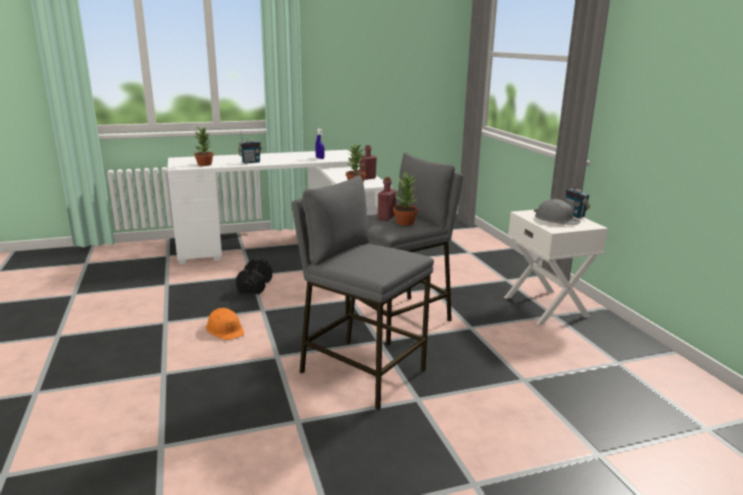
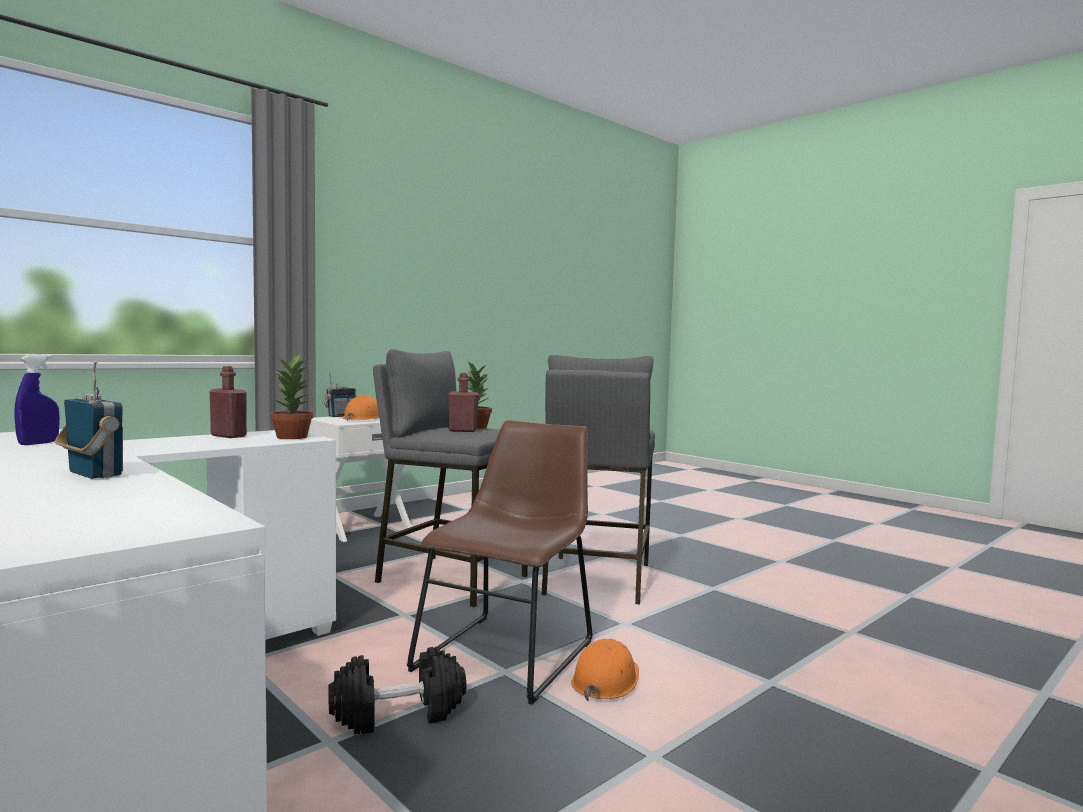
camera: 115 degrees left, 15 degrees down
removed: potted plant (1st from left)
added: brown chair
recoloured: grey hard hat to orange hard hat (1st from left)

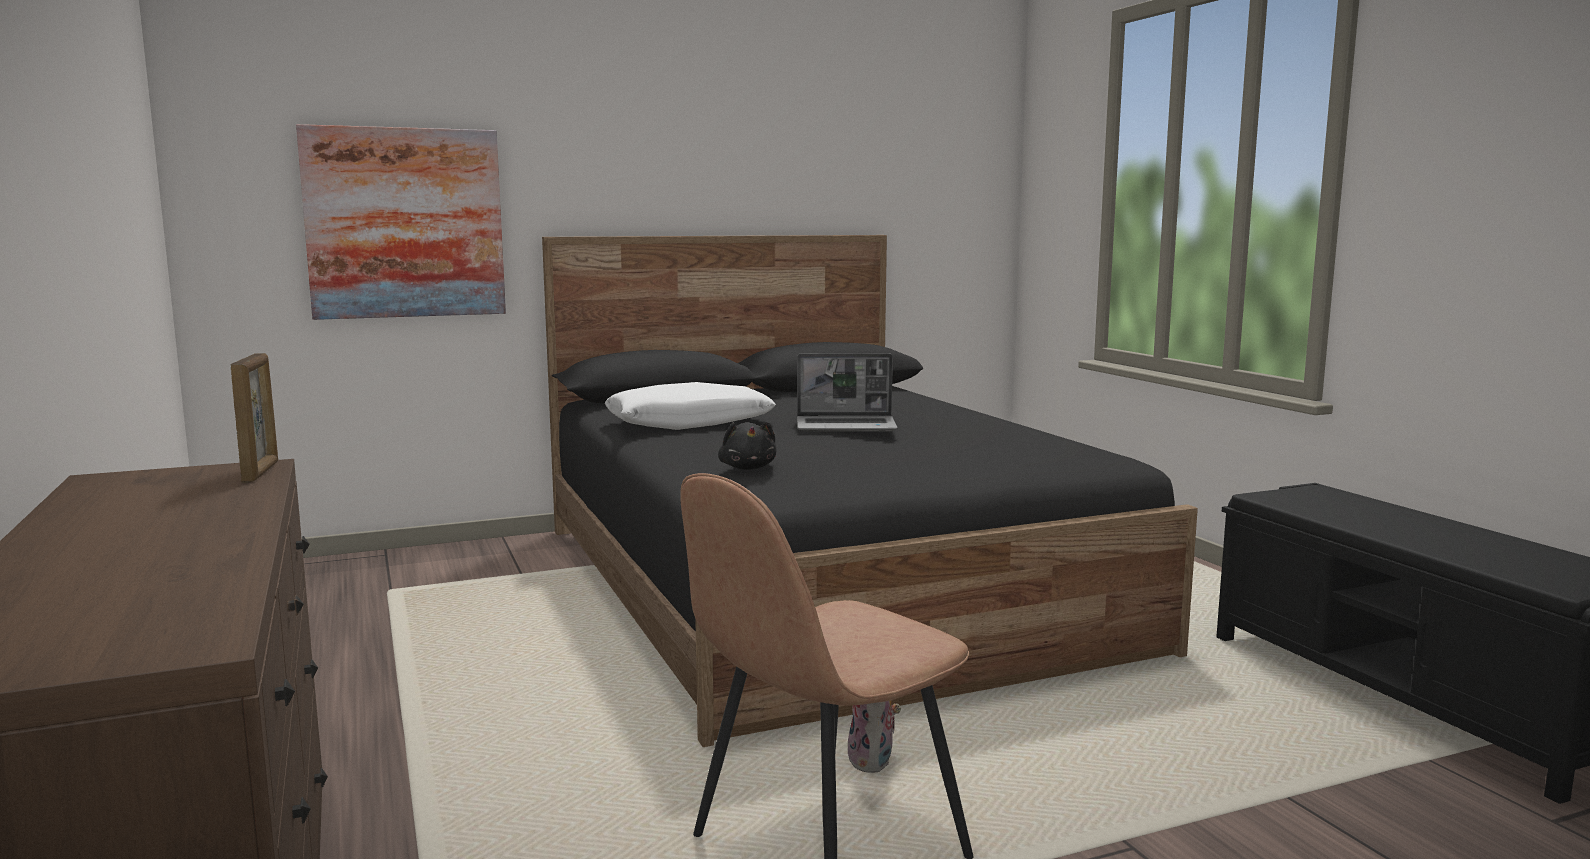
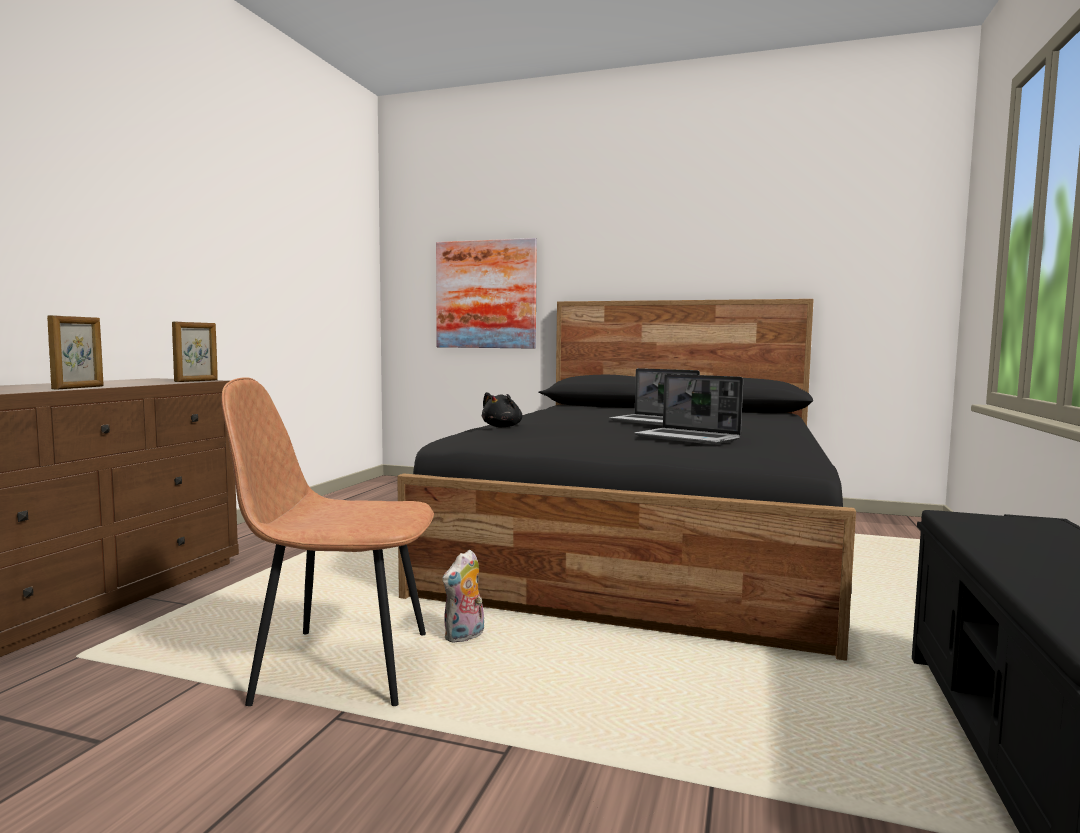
camera: 40 degrees right, 5 degrees down
removed: white pillow
added: picture frame (1st from left); laptop (2nd from left)

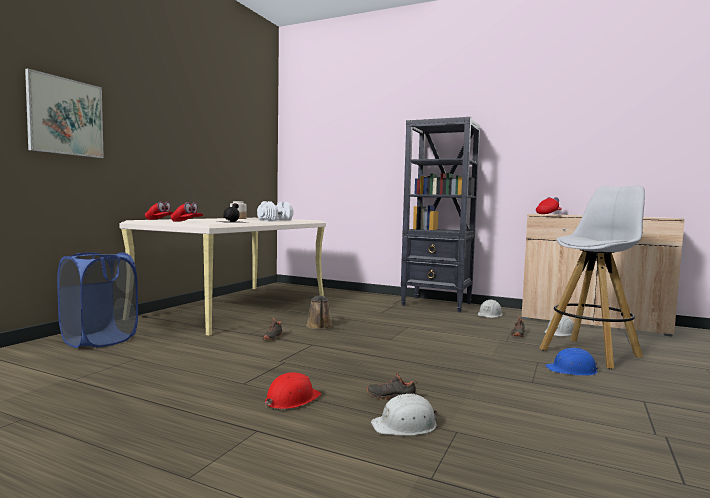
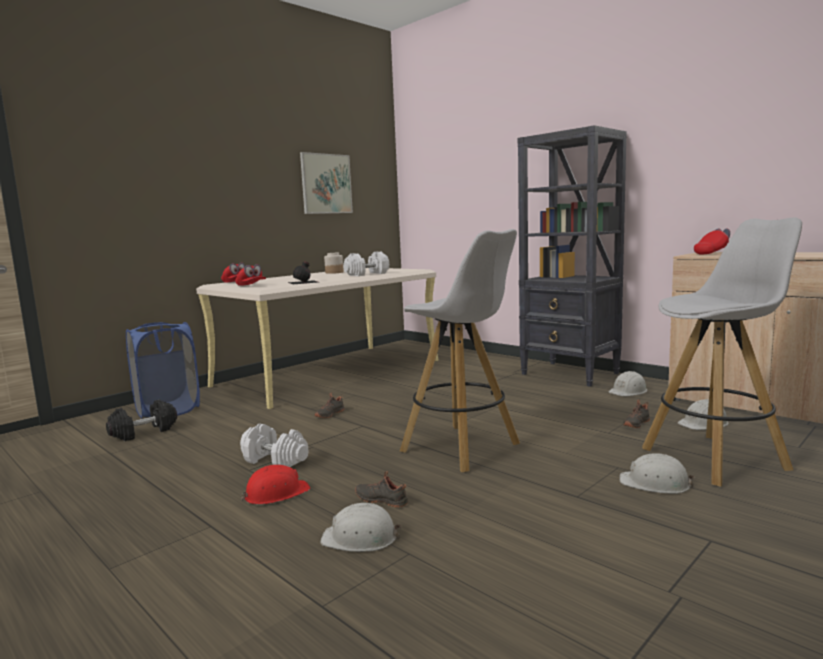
camera: 20 degrees right, 5 degrees up
removed: brown watering can
added: black dumbbell; white dumbbell (1st from left); white stool (1st from left)
moved: picture
recoloured: blue hard hat to white hard hat (3rd from left)

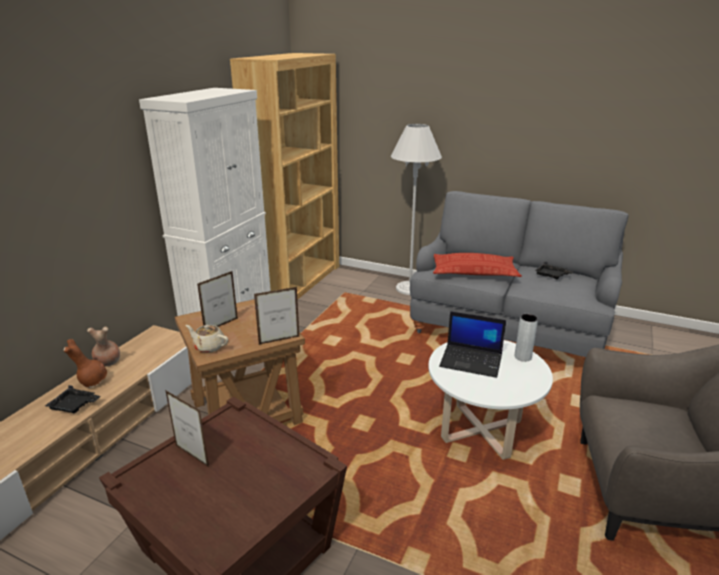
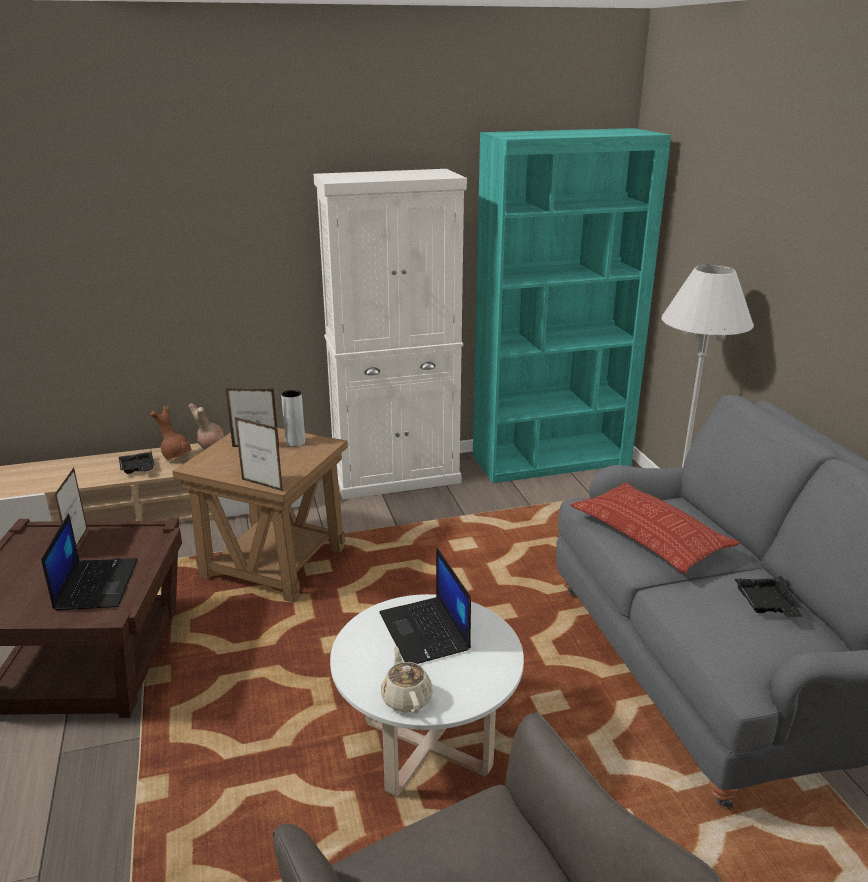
camera: 50 degrees right, 0 degrees up
added: laptop (1st from left)
moved: grey vase; beige teapot
recoloured: brown bookcase to turquoise bookcase

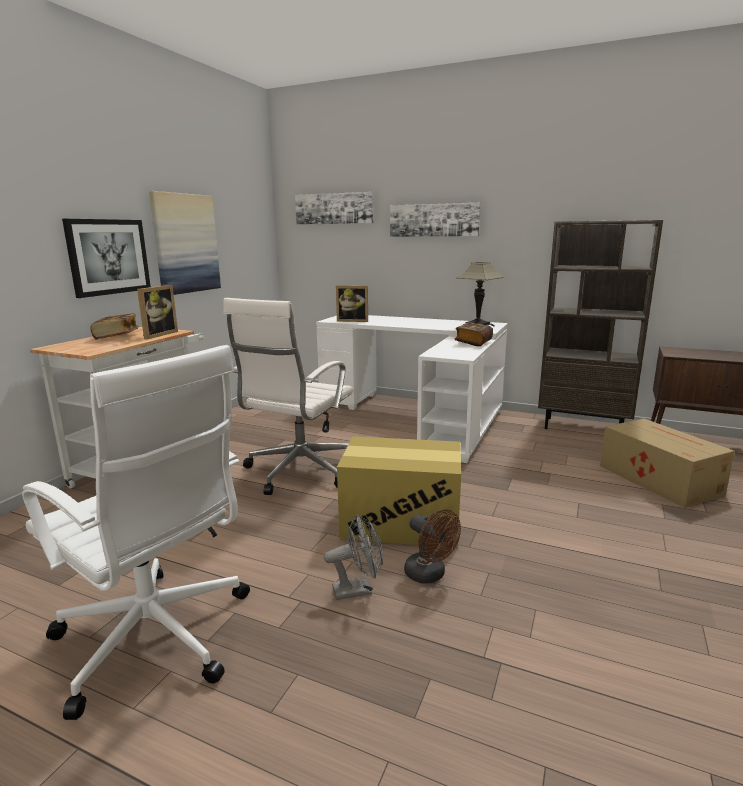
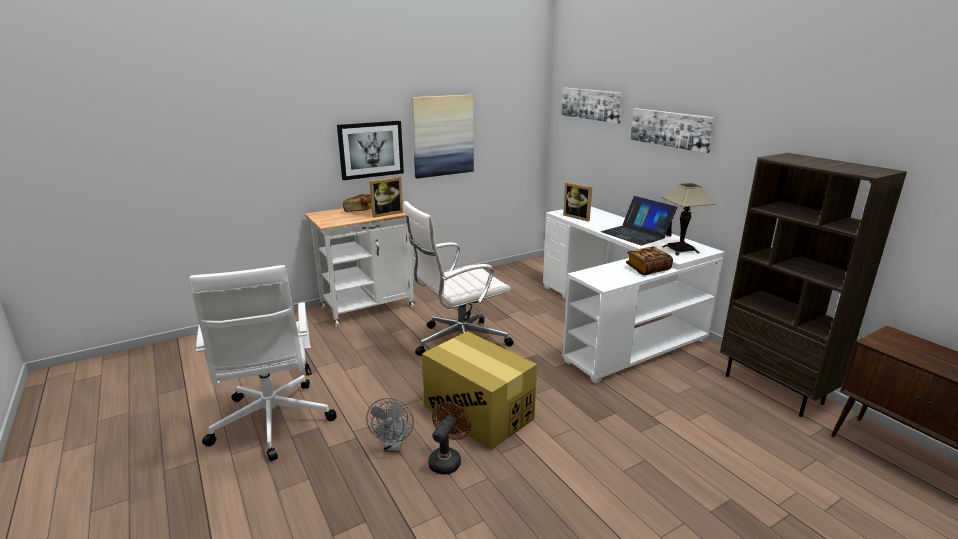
camera: 35 degrees right, 5 degrees up
removed: cardboard box (2nd from left)
added: laptop
turned: grey fan 75 degrees clockwise; brown fan 150 degrees counterclockwise

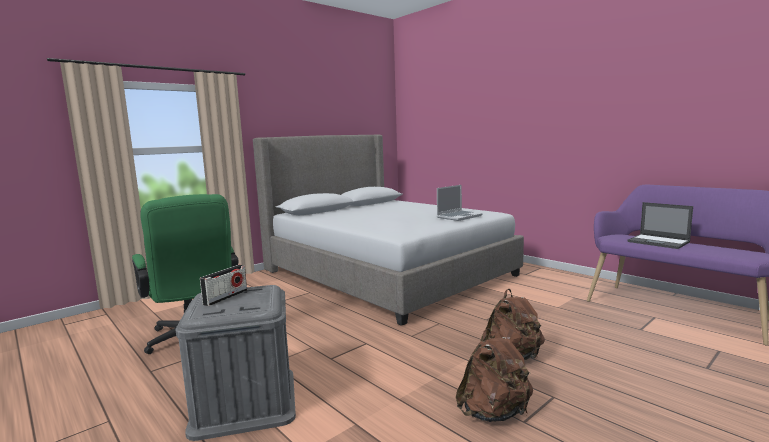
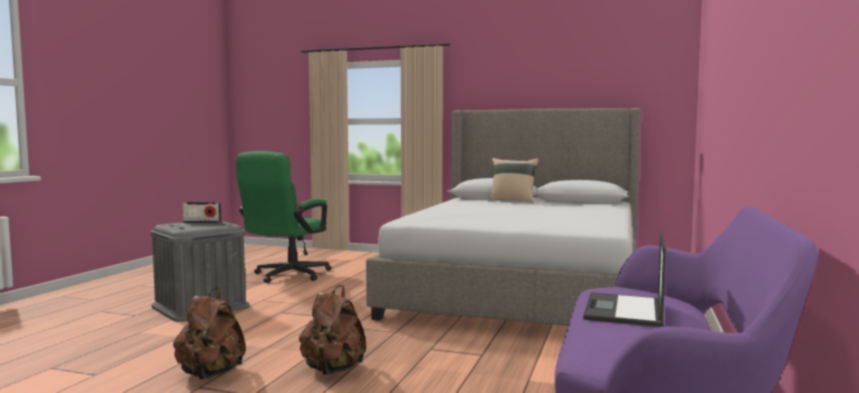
camera: 60 degrees right, 5 degrees down
removed: laptop (1st from left)
added: beige pillow

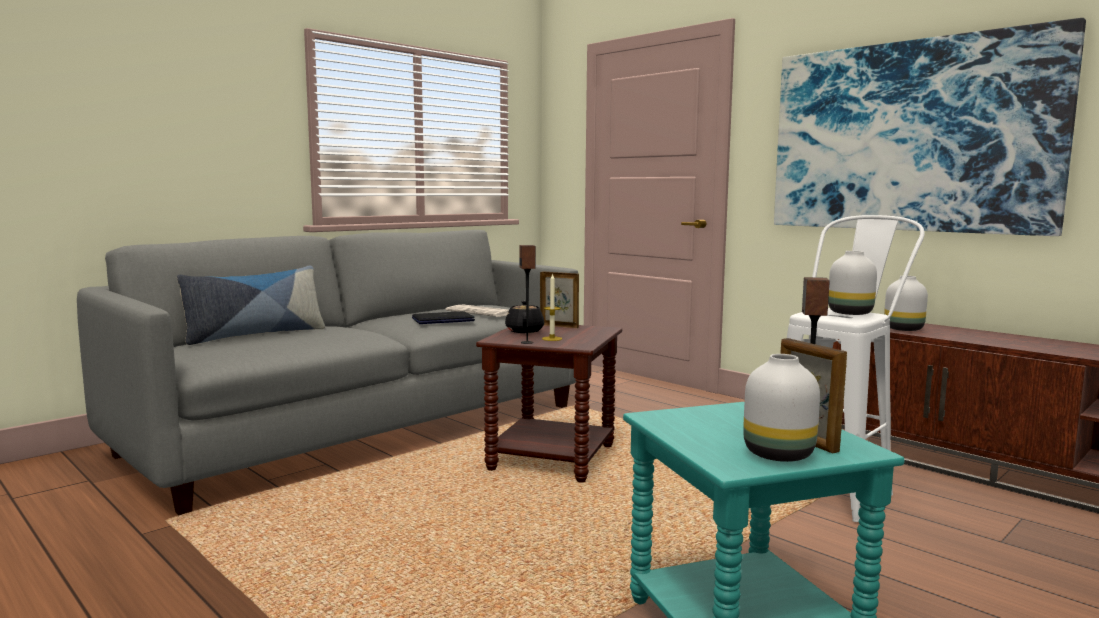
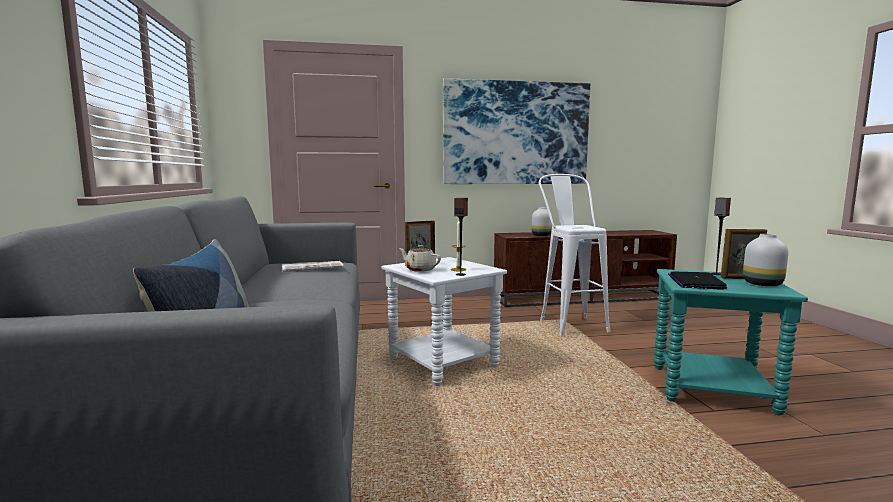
camera: 55 degrees left, 0 degrees up
removed: white vase (2nd from left)
moved: laptop
recoloured: brown side table to white side table; black teapot to beige teapot

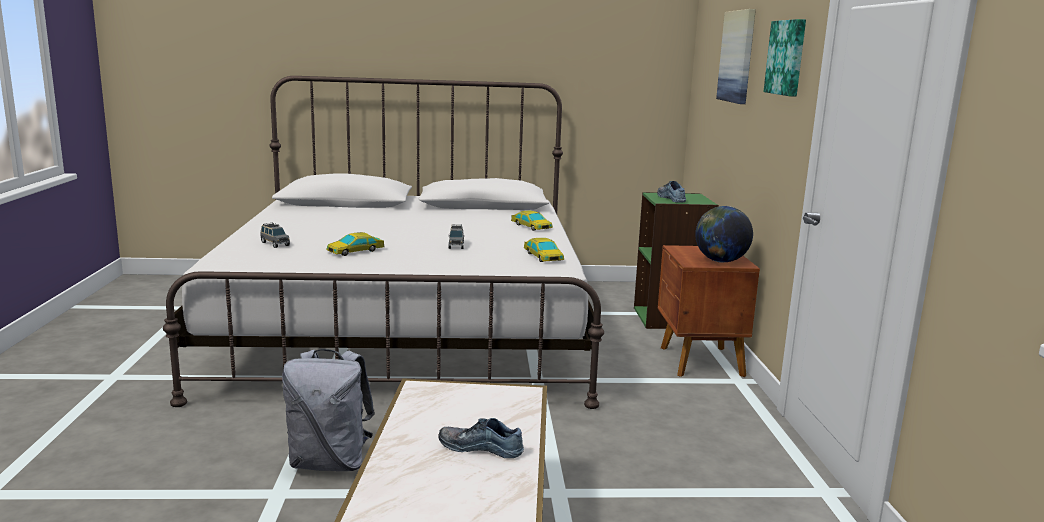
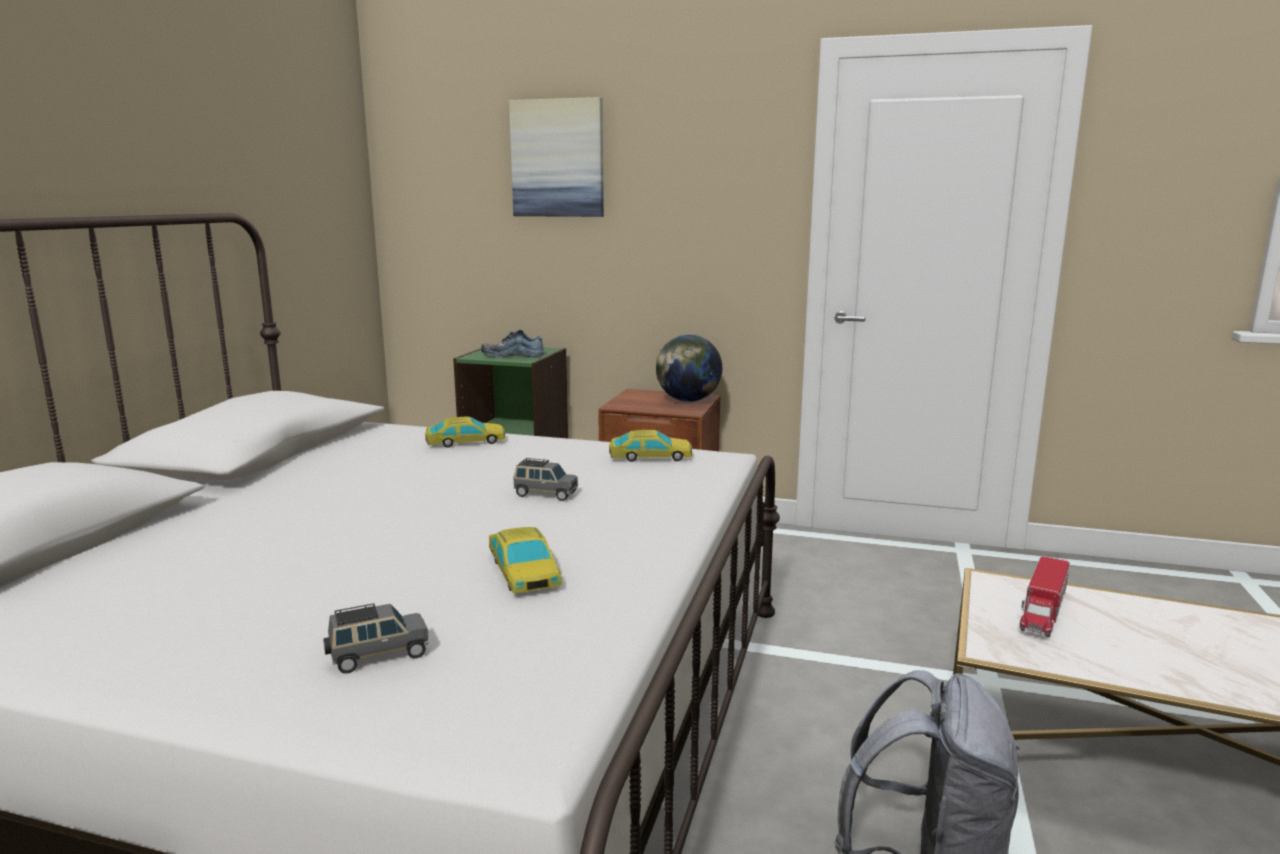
camera: 70 degrees left, 0 degrees up
removed: shoe (1st from left); picture (2nd from left)
added: toy truck

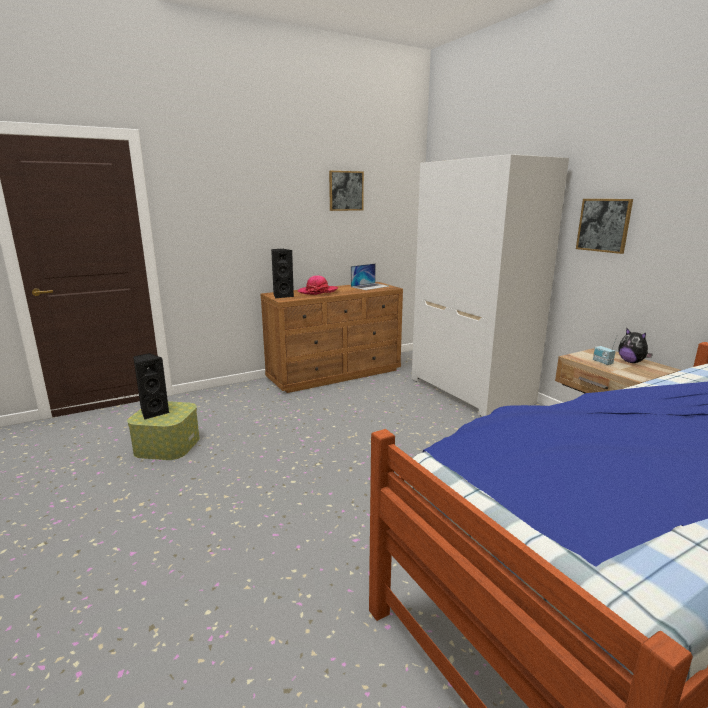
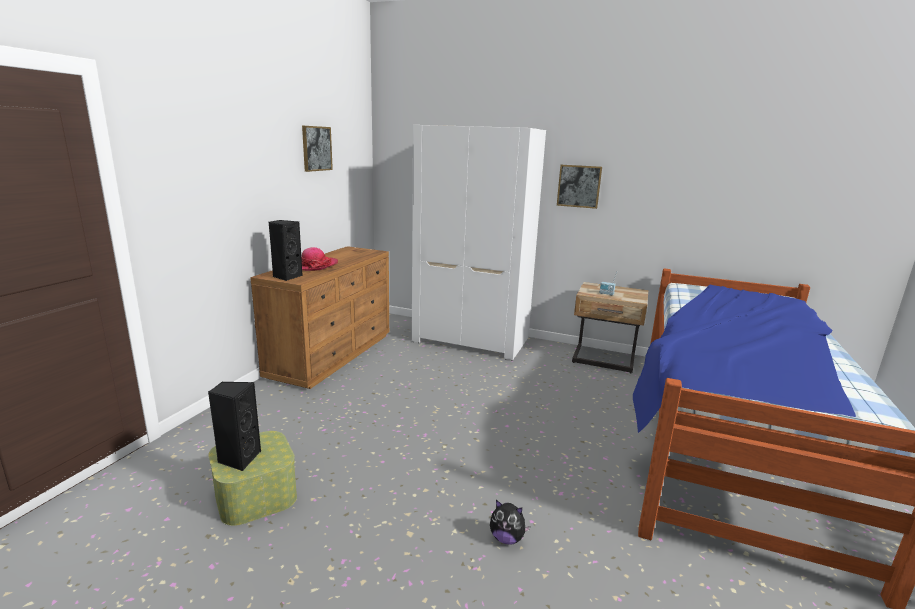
camera: 40 degrees left, 0 degrees up
removed: laptop
moved: plush toy

